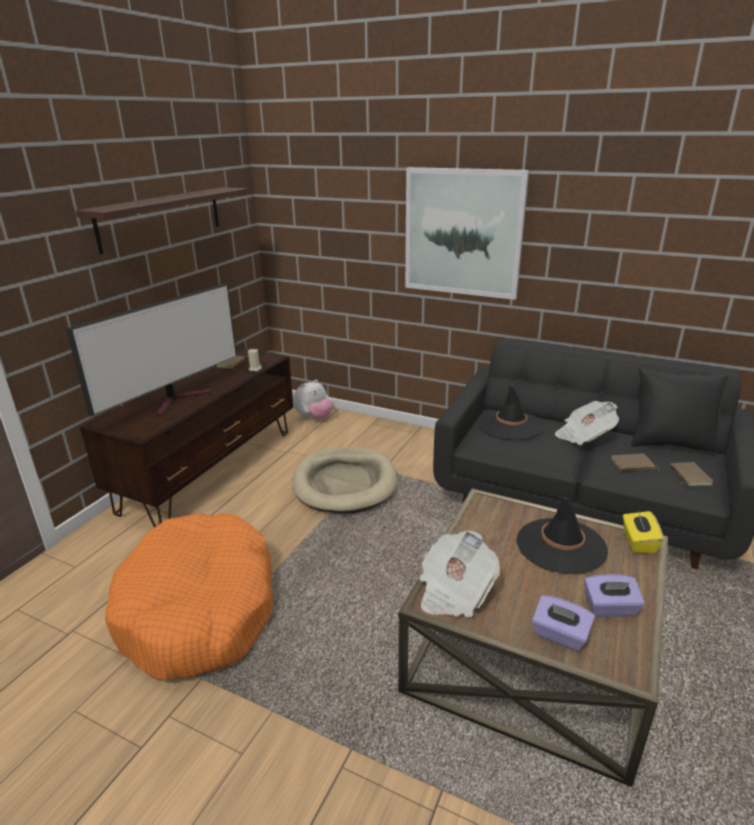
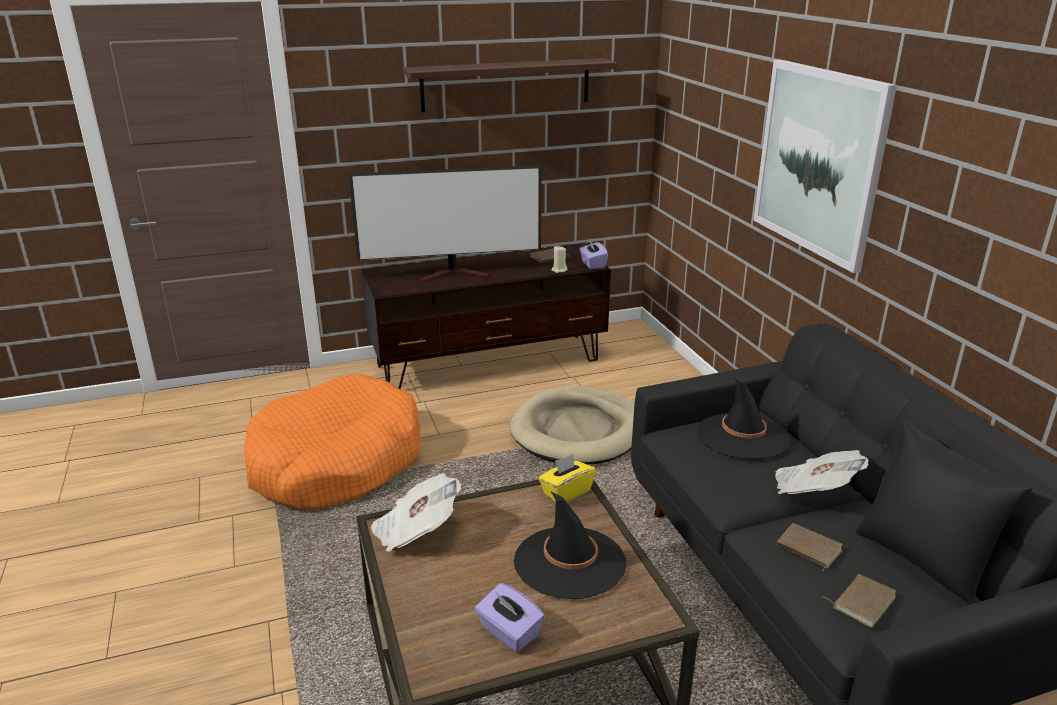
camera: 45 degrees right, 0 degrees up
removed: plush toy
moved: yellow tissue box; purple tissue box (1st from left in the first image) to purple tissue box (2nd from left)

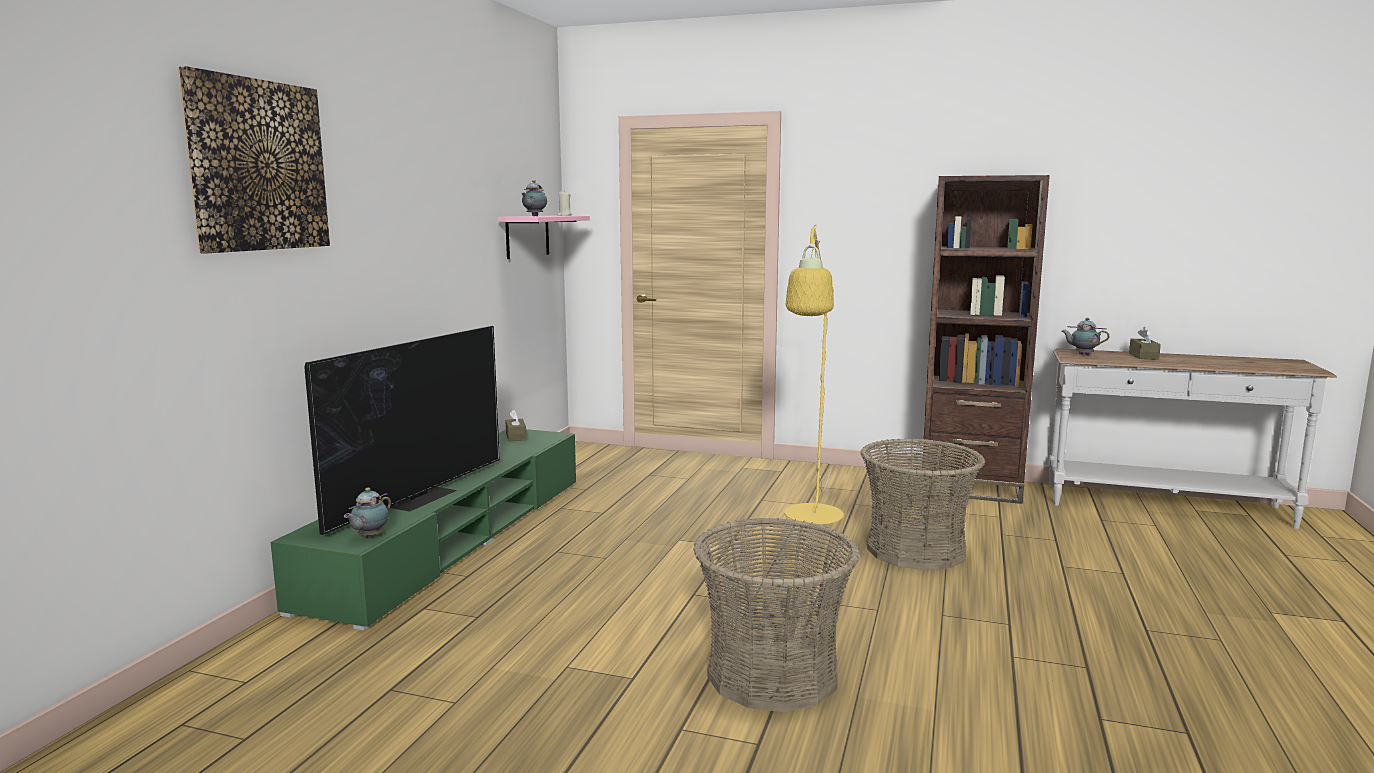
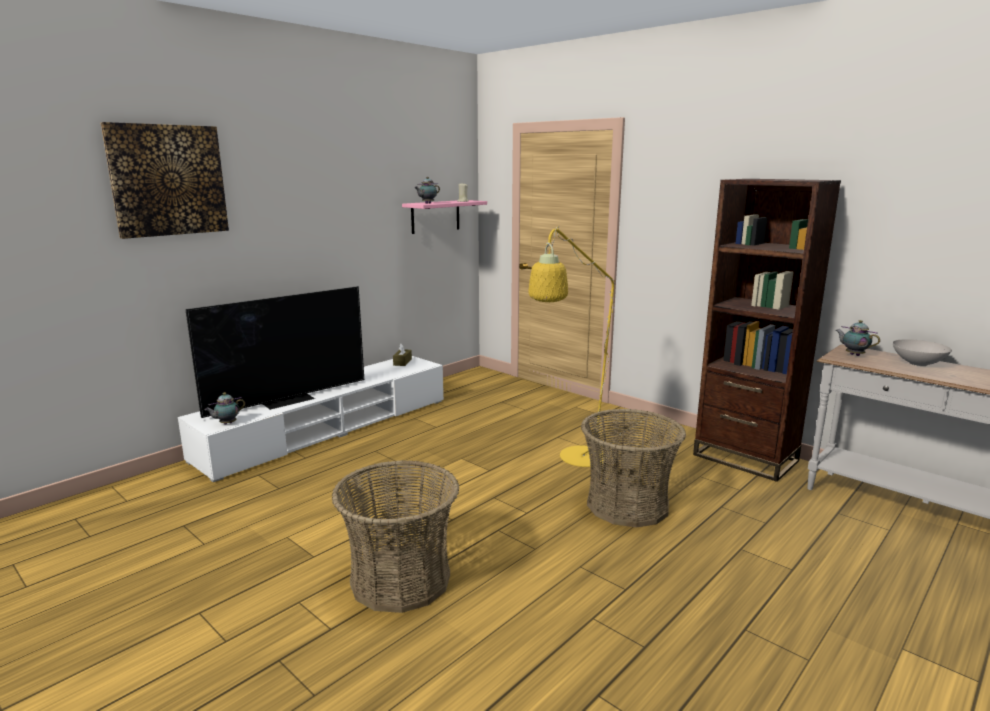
camera: 25 degrees right, 5 degrees up
replaced: brown tissue box (2nd from left) to white bowl
recoloured: green tv stand to white tv stand

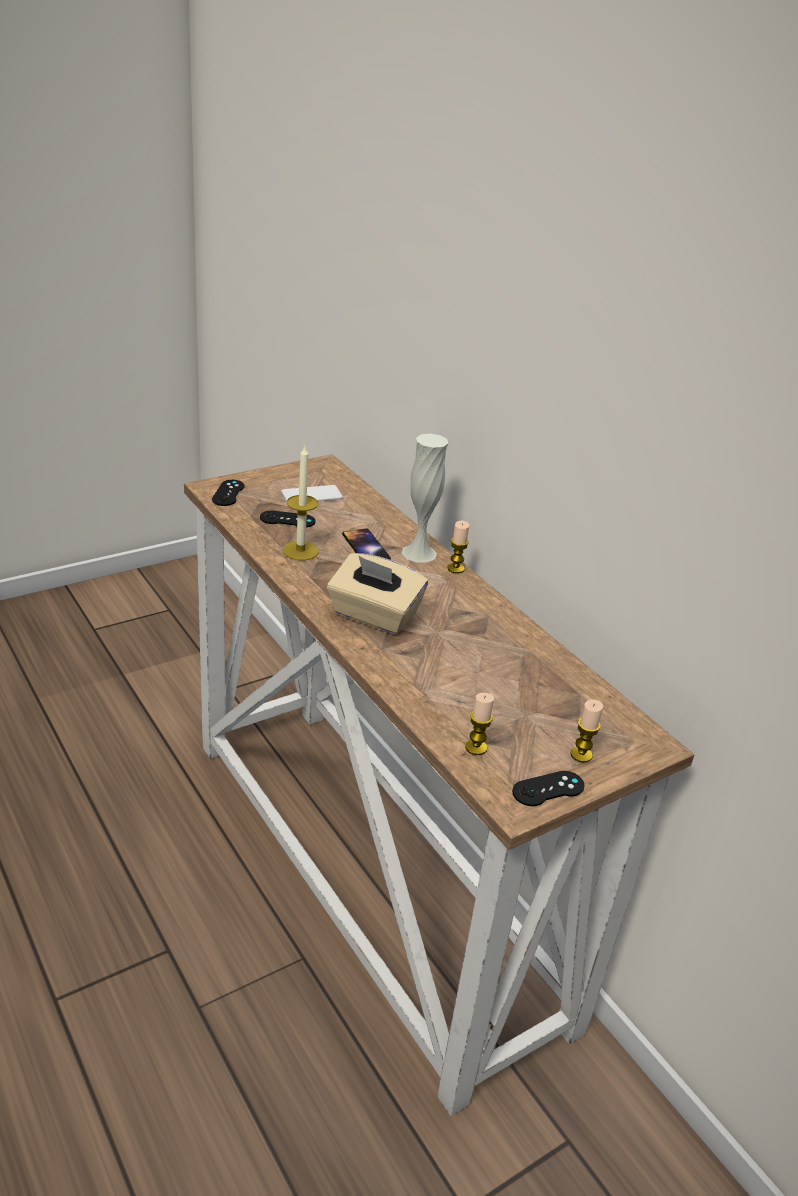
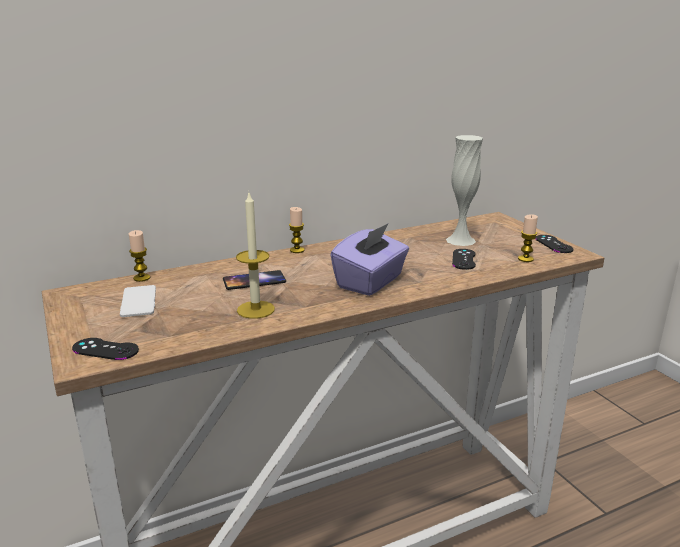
camera: 80 degrees left, 10 degrees down
moved: candle (4th from left in the first image) to candle (1st from left); white vase; black game controller (2nd from left)
recoloured: beige tissue box to purple tissue box

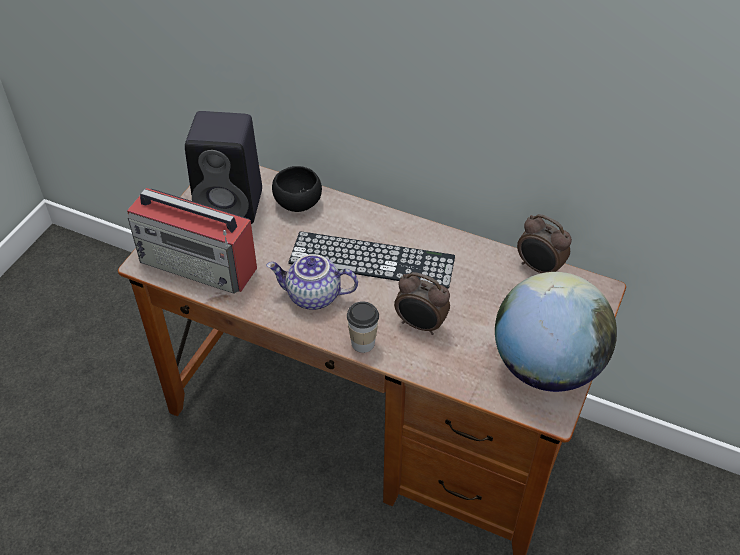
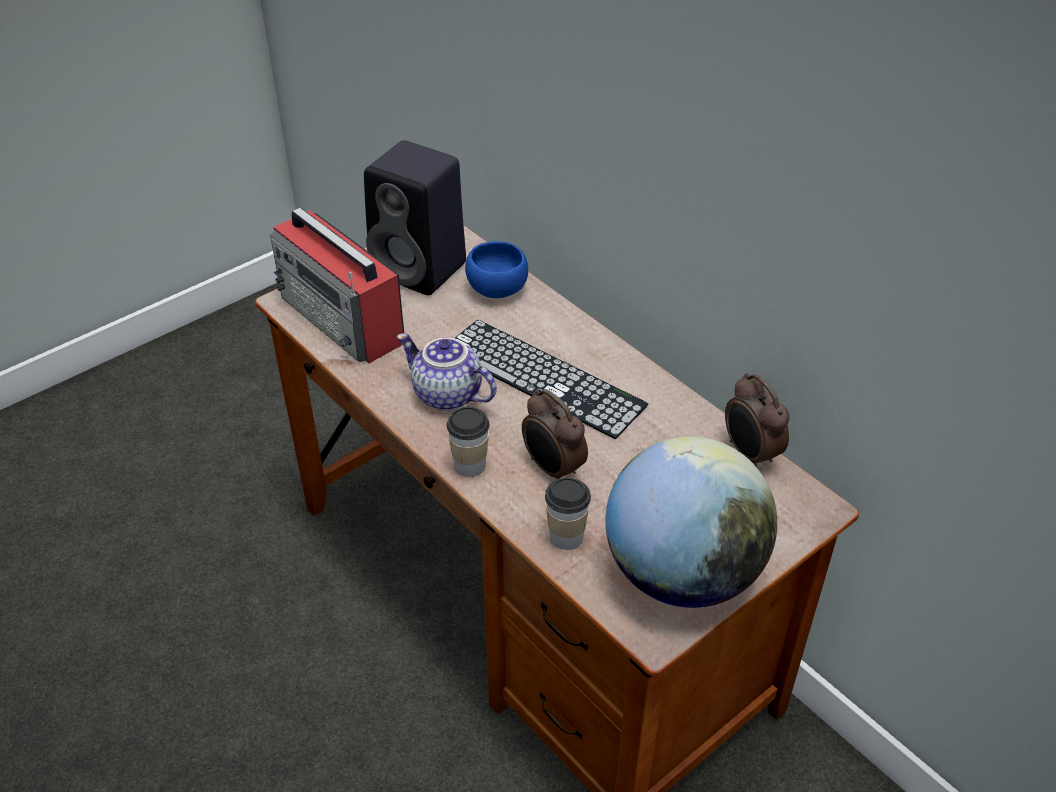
camera: 25 degrees right, 5 degrees down
added: cup (2nd from left)
recoloured: black bowl to blue bowl

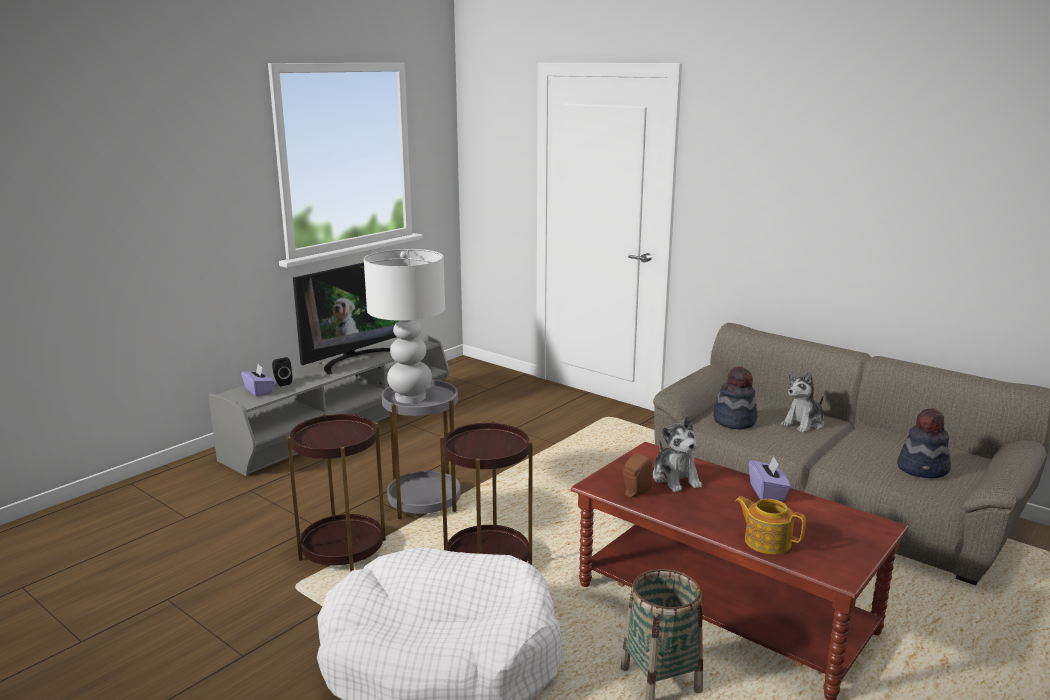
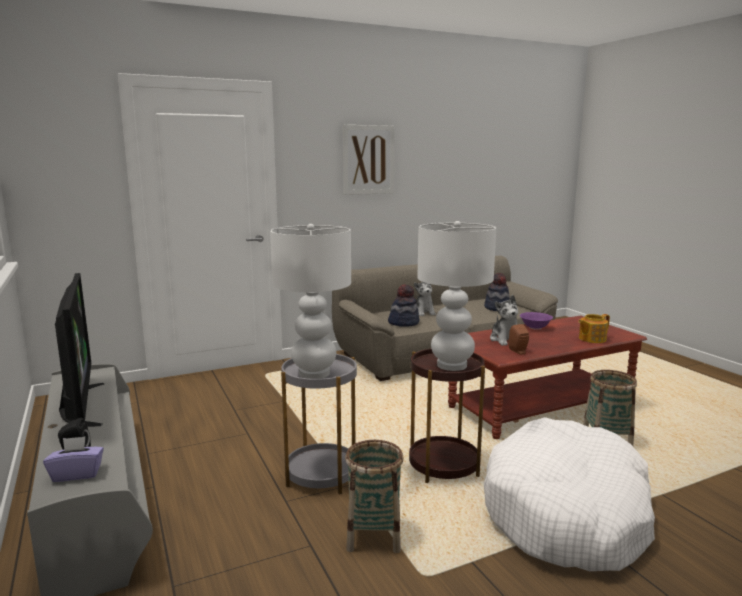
camera: 65 degrees left, 5 degrees down
added: picture; white table lamp (2nd from left)
replaced: brown side table (1st from left) to basket (1st from left); purple tissue box (2nd from left) to purple bowl
turned: plush toy (1st from left in the first image) 75 degrees clockwise

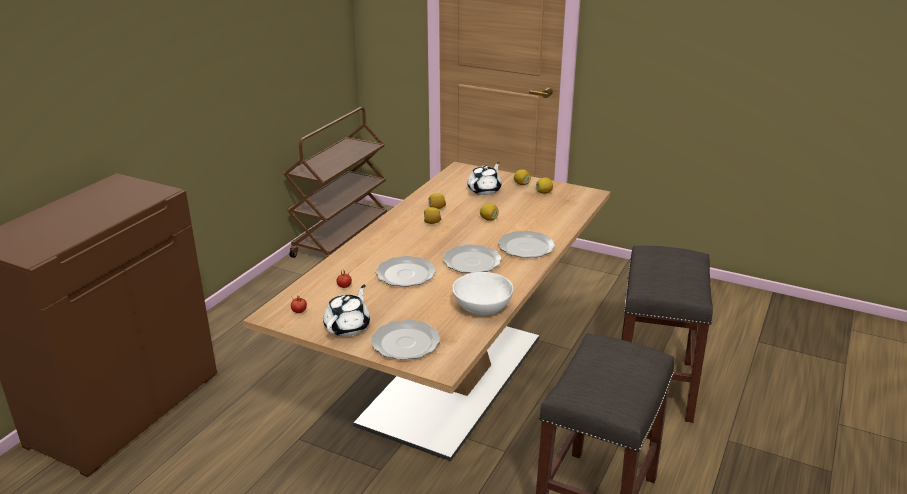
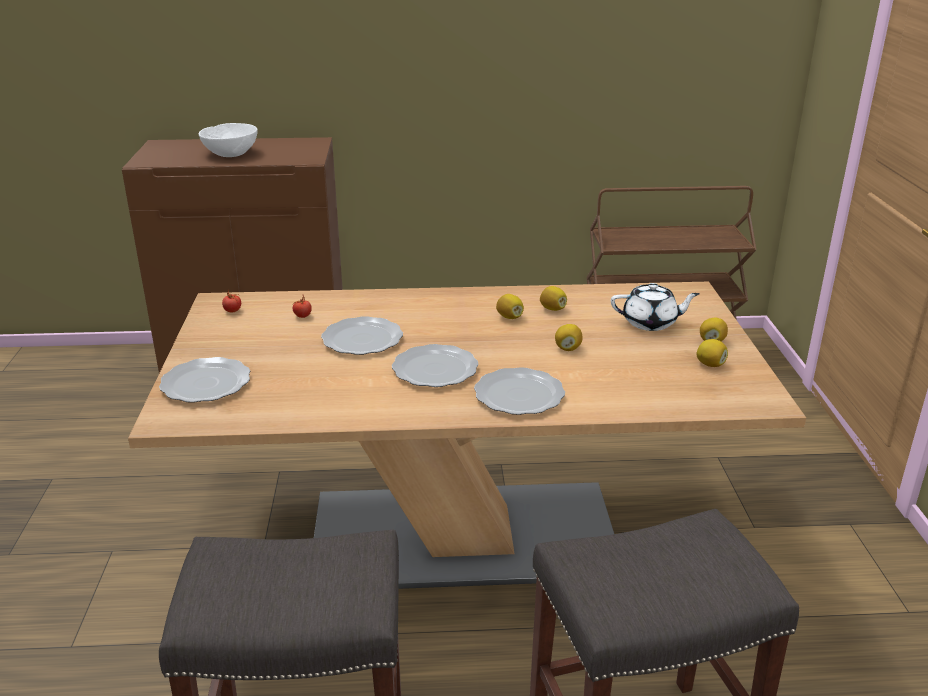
camera: 60 degrees right, 0 degrees up
removed: white teapot (1st from left)
moved: white bowl

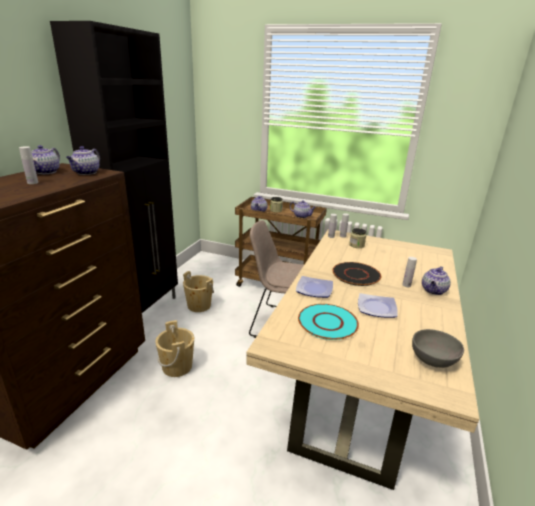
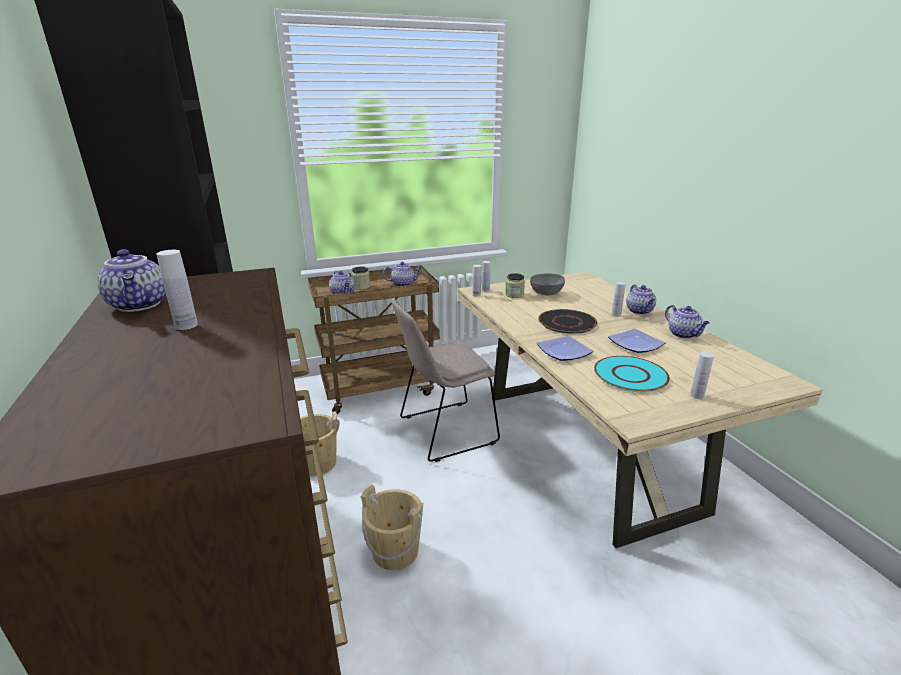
camera: 40 degrees left, 0 degrees up
added: white bottle (5th from left)
moved: grey bowl; teapot (2nd from left in the first image) to teapot (5th from left)

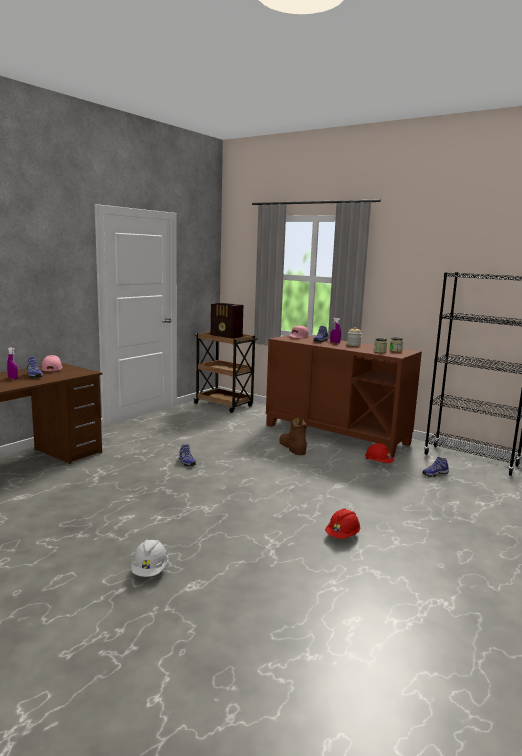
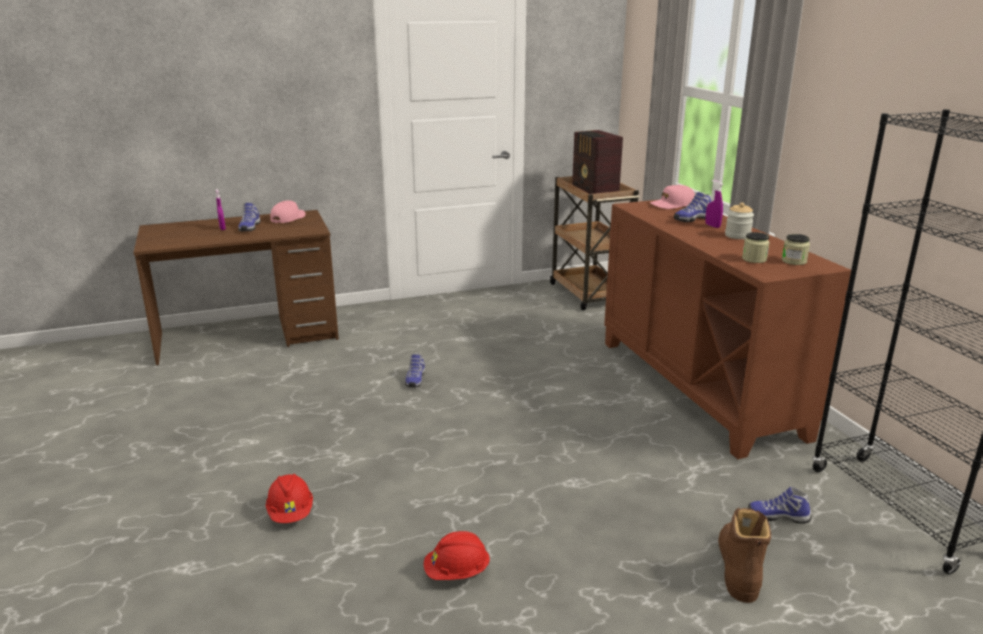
camera: 35 degrees right, 10 degrees up
removed: white hard hat
moved: red hard hat (2nd from left in the first image) to red hard hat (1st from left); brown boot

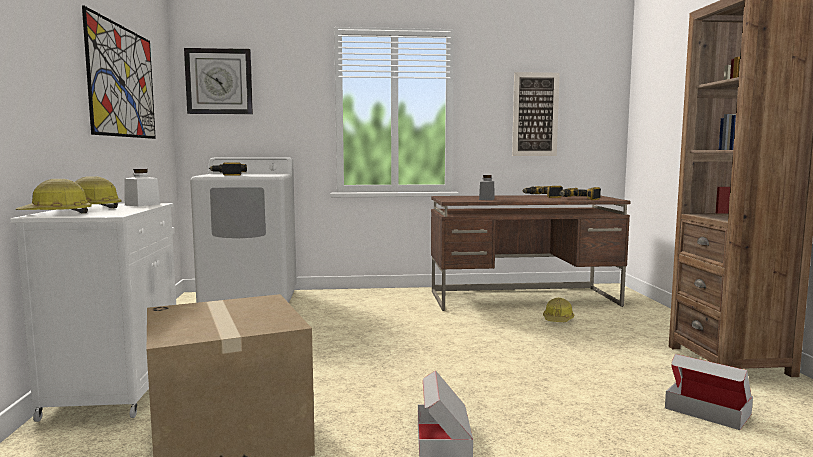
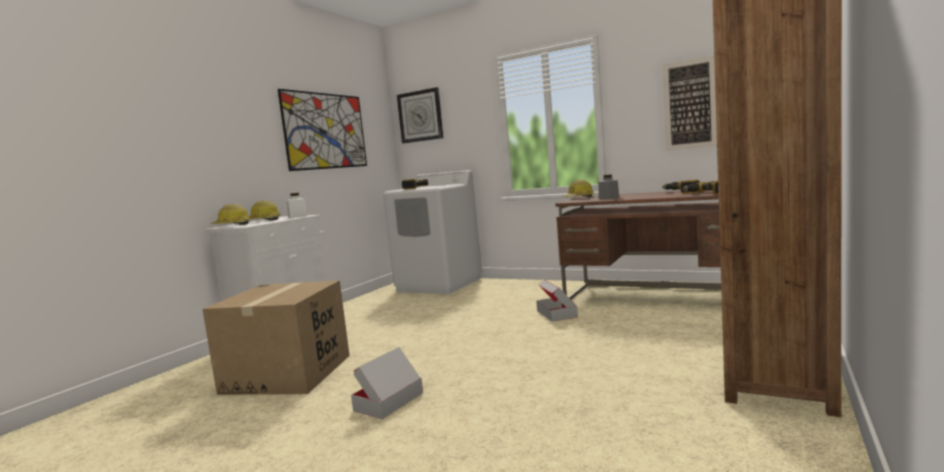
camera: 35 degrees right, 0 degrees up
moved: cardboard box (3rd from left); hard hat (3rd from left)

